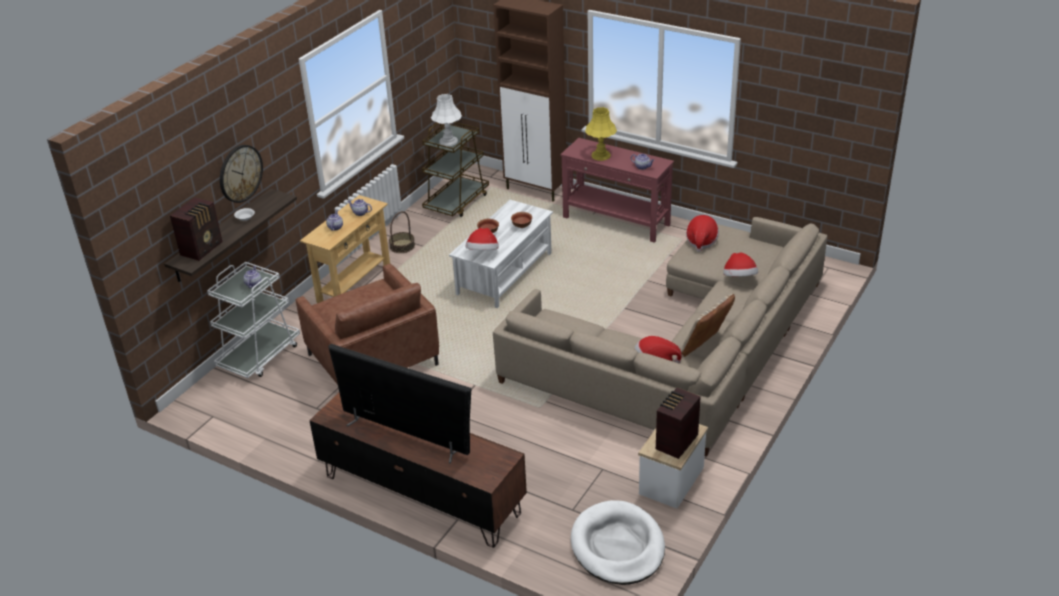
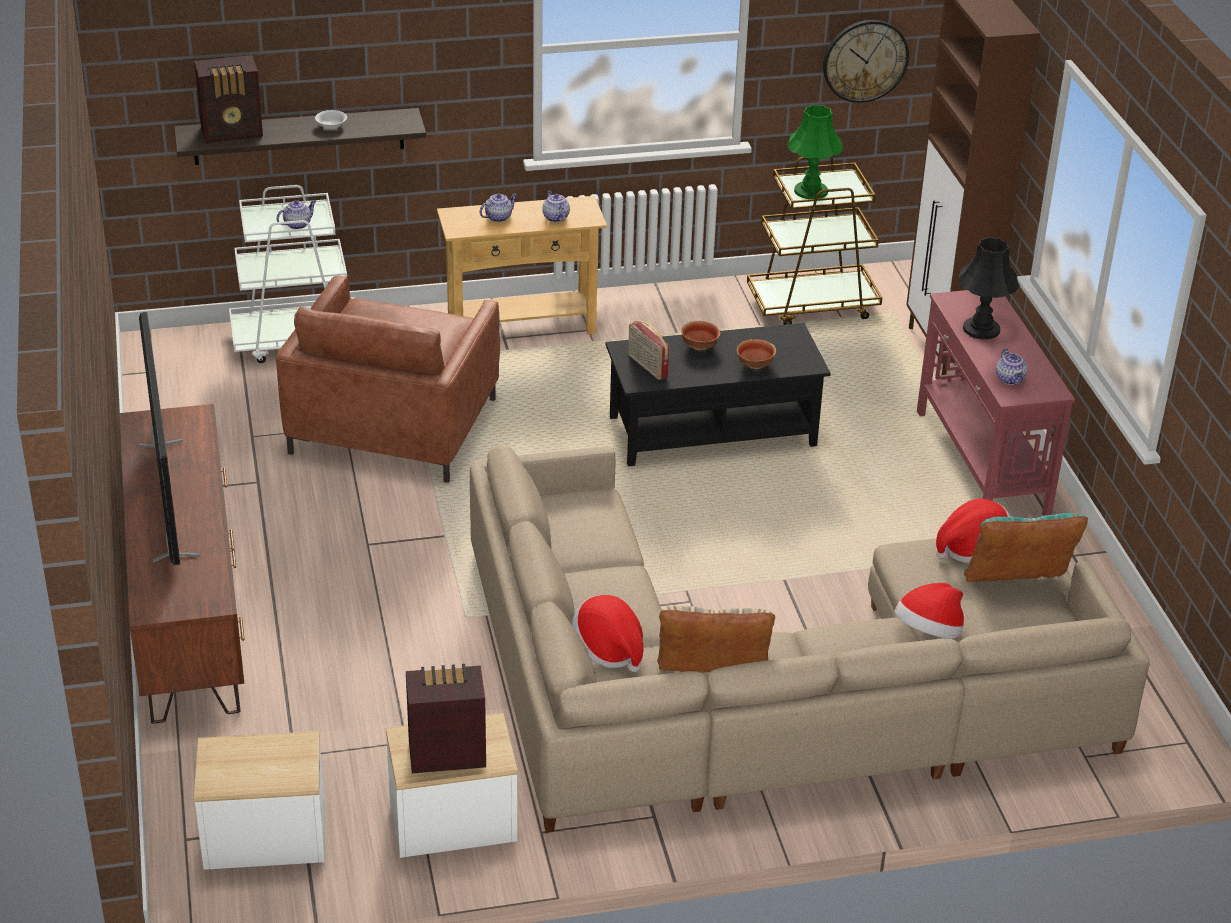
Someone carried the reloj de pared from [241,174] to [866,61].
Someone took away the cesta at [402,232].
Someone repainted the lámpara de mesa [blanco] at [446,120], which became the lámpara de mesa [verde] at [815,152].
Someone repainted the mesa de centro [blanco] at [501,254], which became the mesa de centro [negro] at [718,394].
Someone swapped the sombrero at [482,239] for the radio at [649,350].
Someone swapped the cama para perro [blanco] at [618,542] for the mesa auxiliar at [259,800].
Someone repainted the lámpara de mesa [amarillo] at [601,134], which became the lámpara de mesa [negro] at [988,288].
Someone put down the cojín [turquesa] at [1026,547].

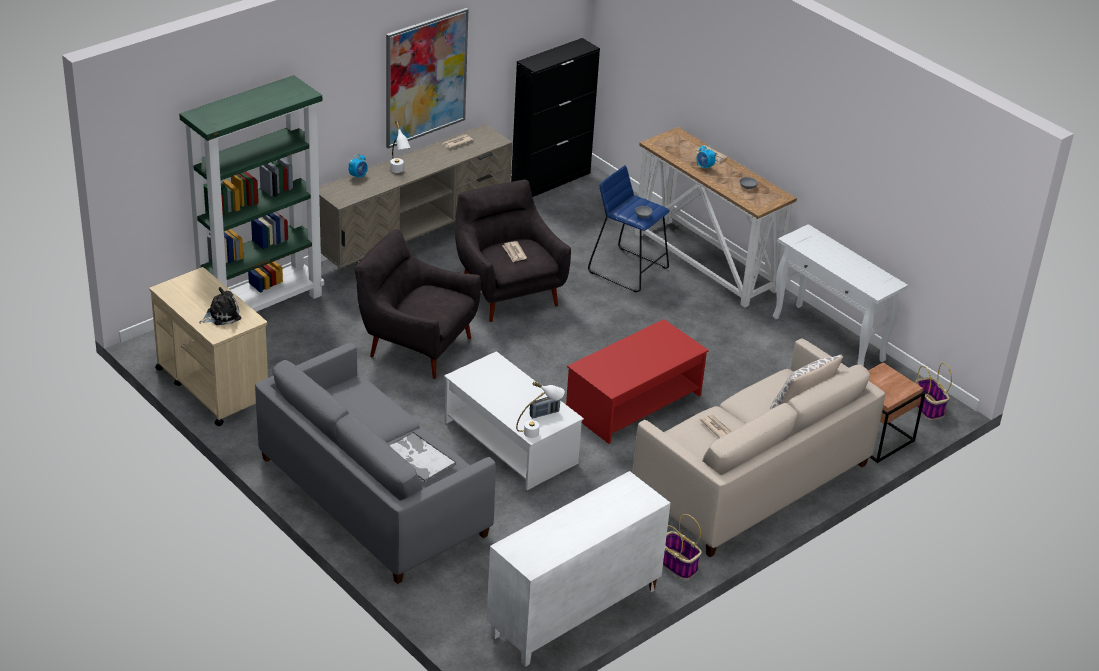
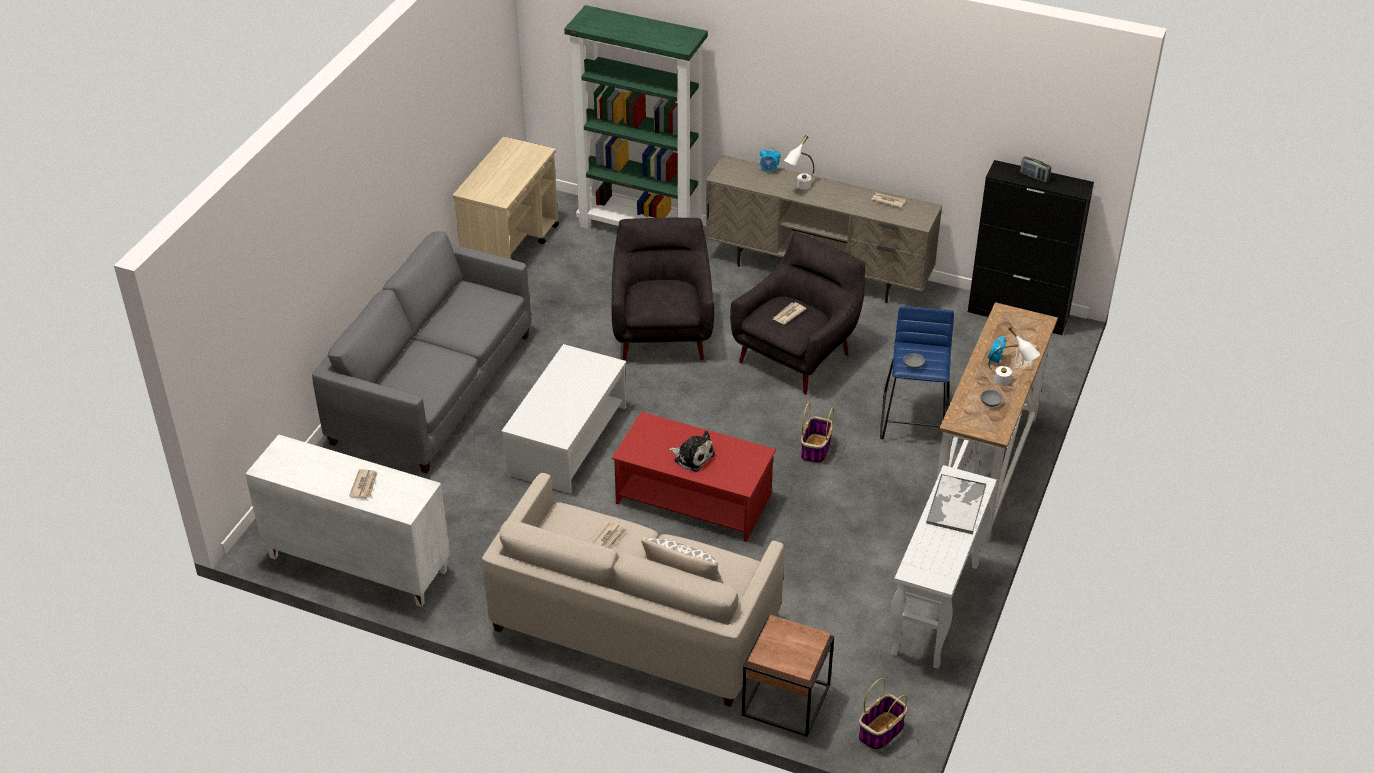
Someone carried the peluche from [220,306] to [691,451].
Someone took away the cuadro at [427,78].
Someone carried the bandeja from [422,457] to [956,504].
Someone carried the lámpara de mesa [blanco] from [540,409] to [1014,355].
Someone carried the radio from [545,408] to [1035,169].
Someone carried the cesta from [682,547] to [817,433].
Someone put down the periódico at [363,484].

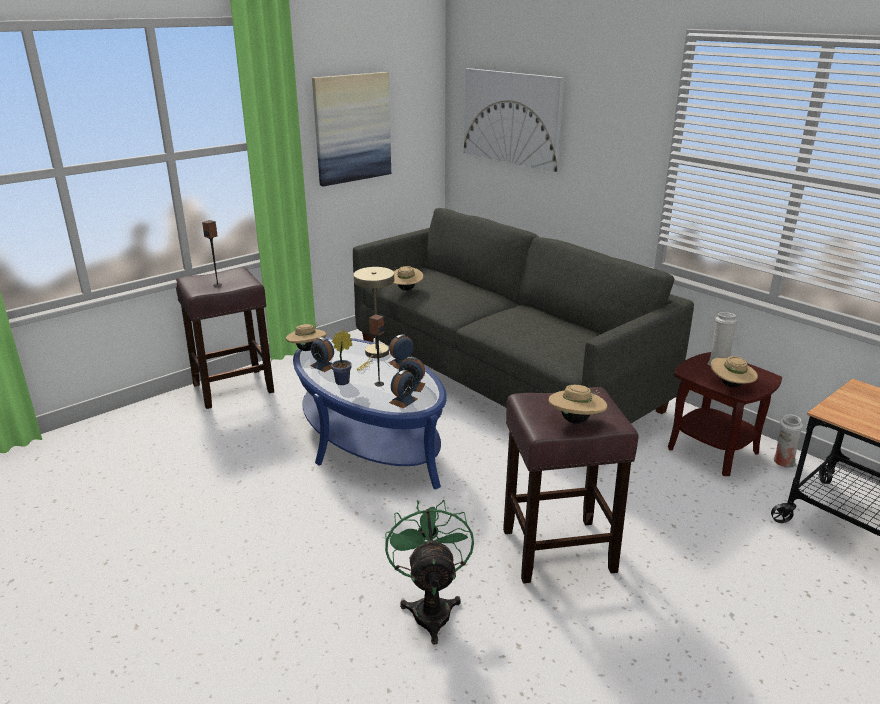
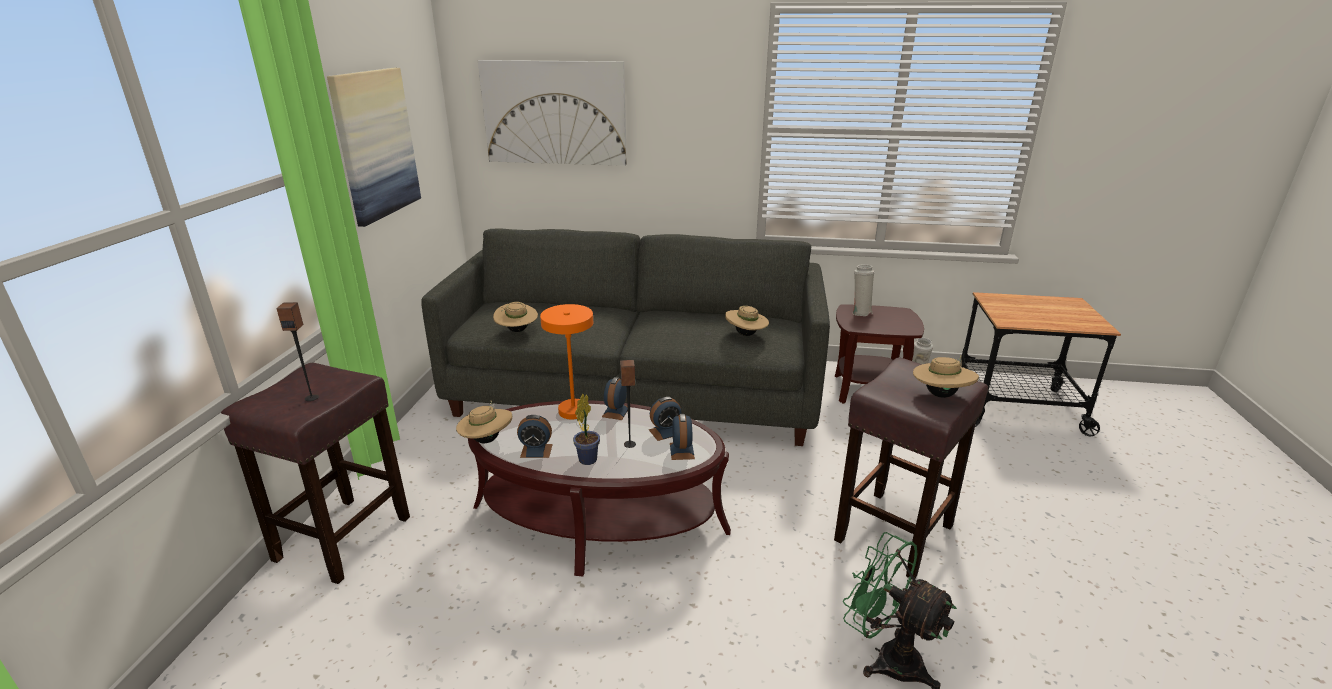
Someone repainted the mesa de centro [azul] at [370,413], which became the mesa de centro [marrón] at [599,488].
Someone repainted the lámpara de mesa [beis] at [374,319], which became the lámpara de mesa [naranja] at [566,367].
Someone carried the sombrero [beis] from [734,372] to [747,321].

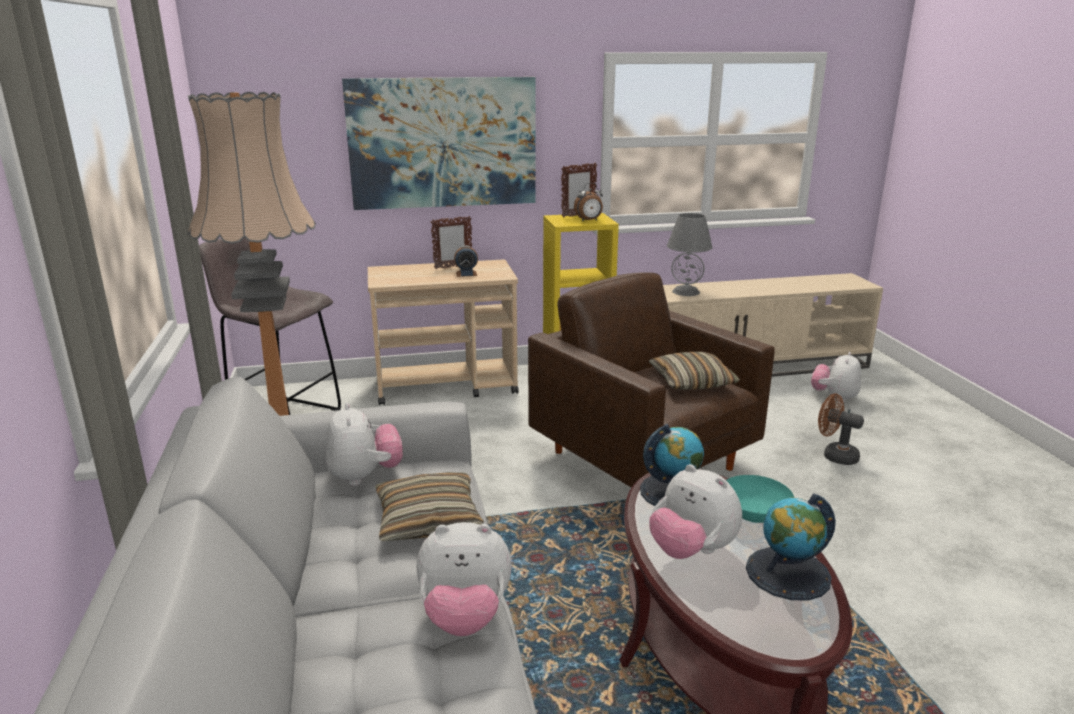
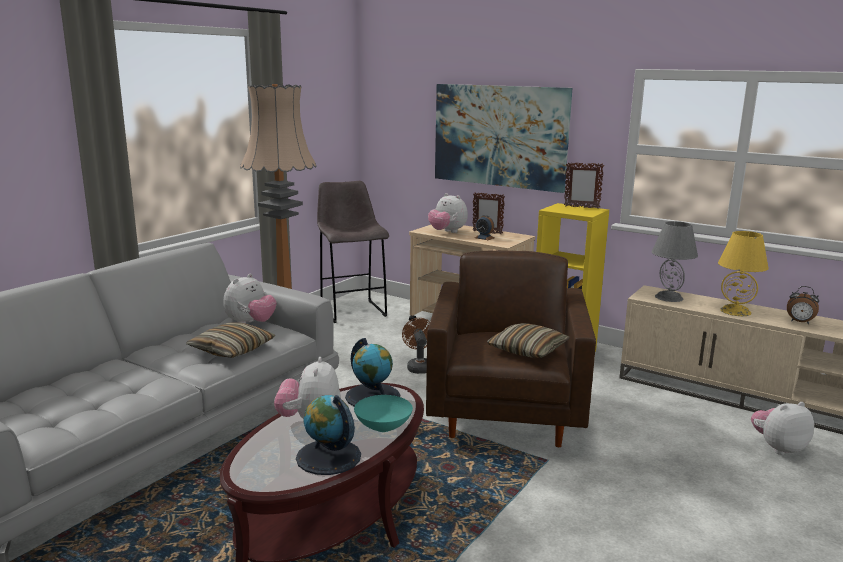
Someone carried the peluche from [464,579] to [448,213].
Someone carried the despertador from [588,202] to [803,305].
Someone carried the ventilador [marrón] from [841,429] to [416,346].
Someone put down the lámpara de mesa [amarillo] at [743,273].

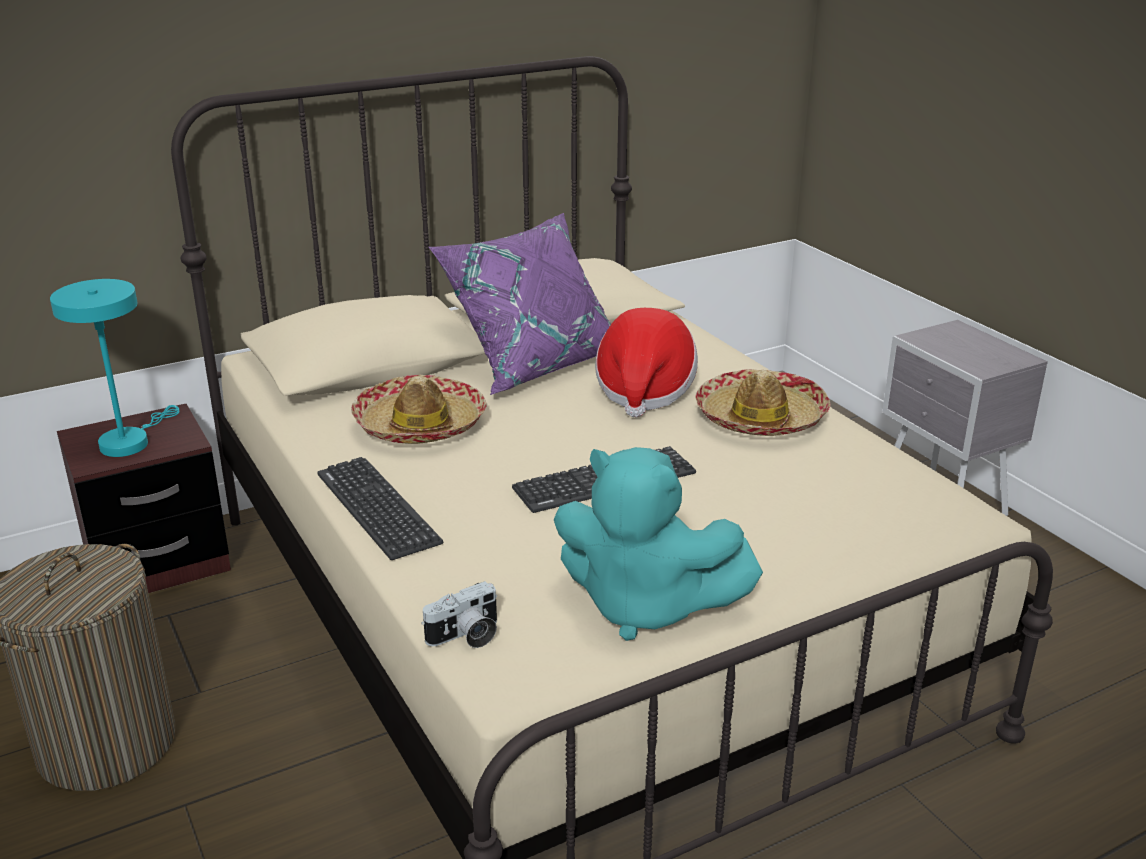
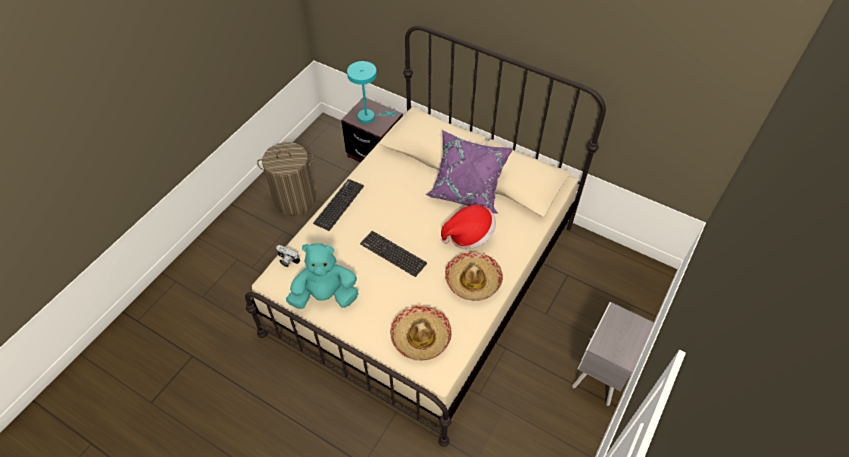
Someone carried the sombrero from [418,409] to [421,333].
Someone rotated the peluche [turquesa] at [658,544] by 90 degrees clockwise.

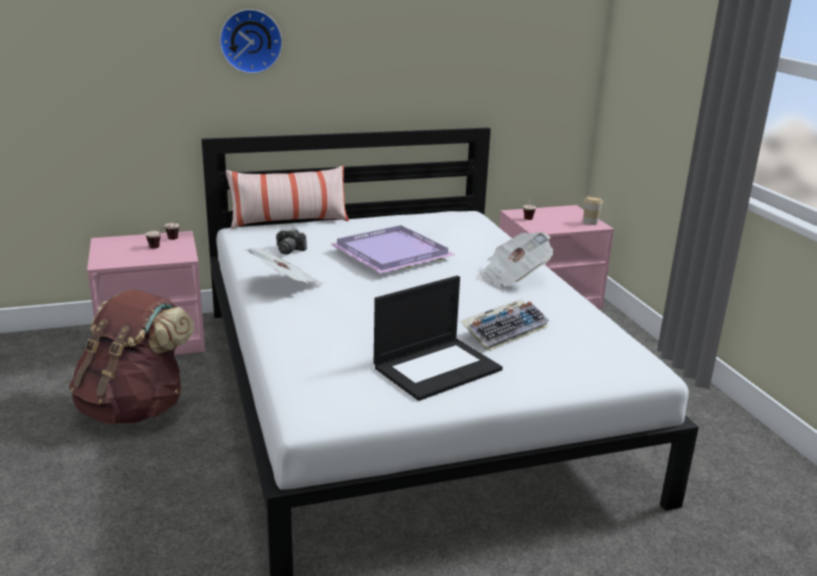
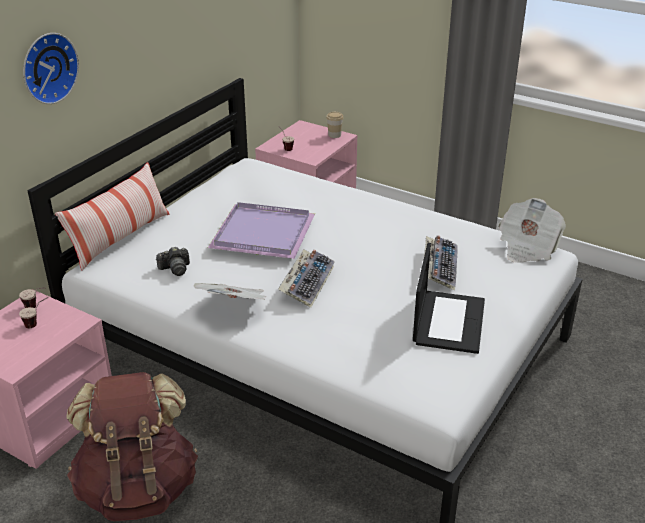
Someone carried the periódico from [515,259] to [532,230].
Someone put down the teclado at [306,278].

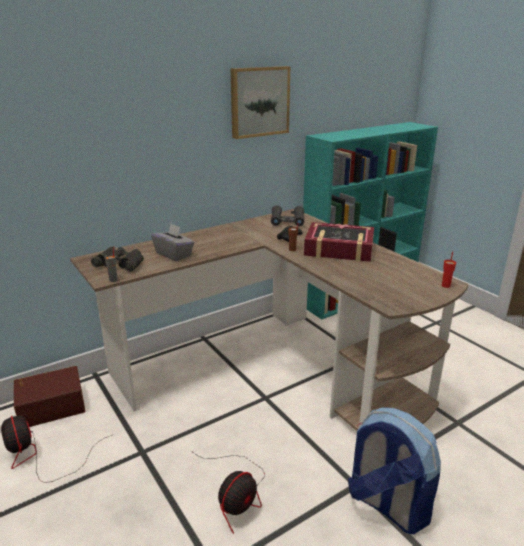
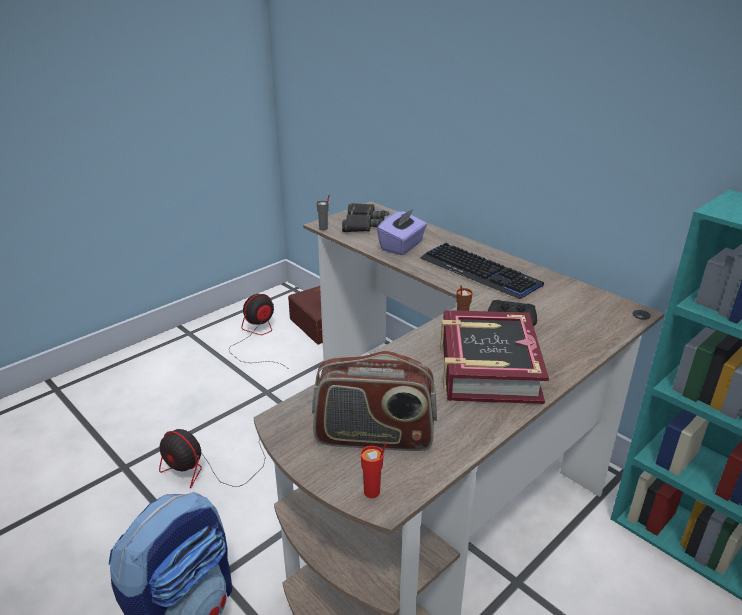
Someone repainted the caja de pañuelos [gris] at [172,242], which became the caja de pañuelos [morado] at [402,231].
Someone took away the cuadro at [260,102].
Someone took away the prismáticos [negro] at [287,215].
Someone put down the radio at [374,401].
Someone put down the teclado at [482,271].

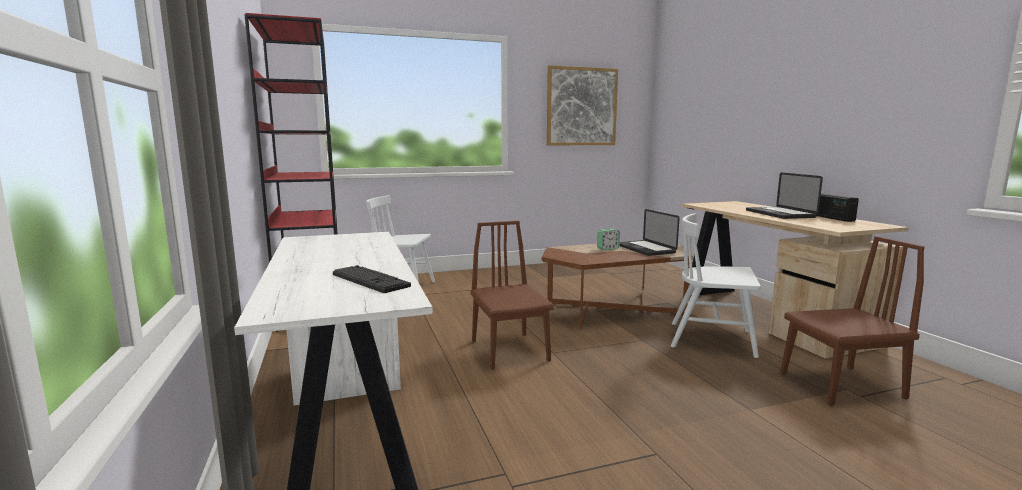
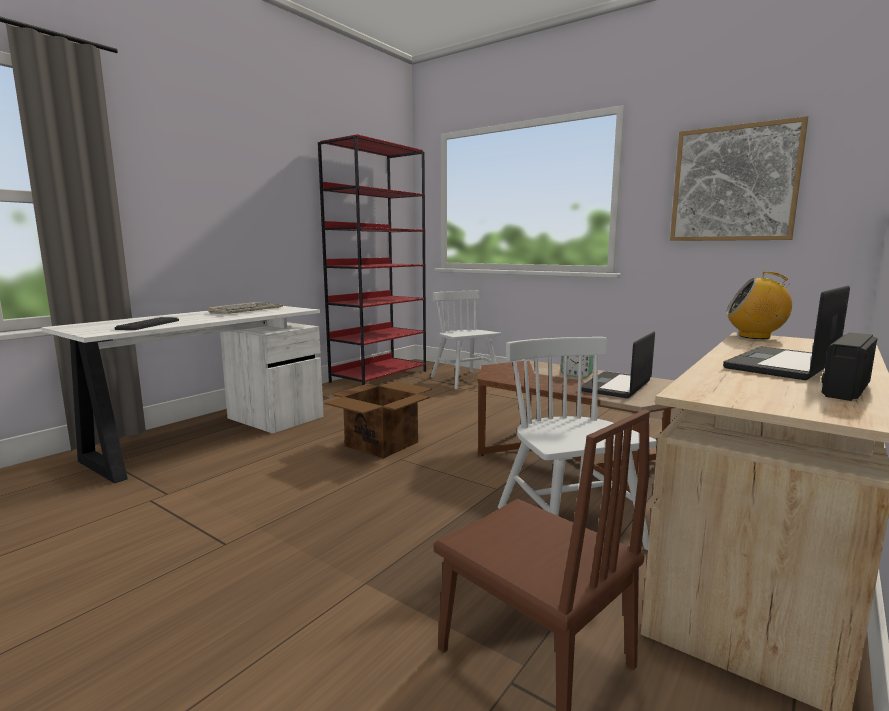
Someone swapped the silla [marrón] at [512,295] for the caja de cartón at [378,419].
Someone put down the teclado at [245,308].
Someone put down the radio at [759,305].

